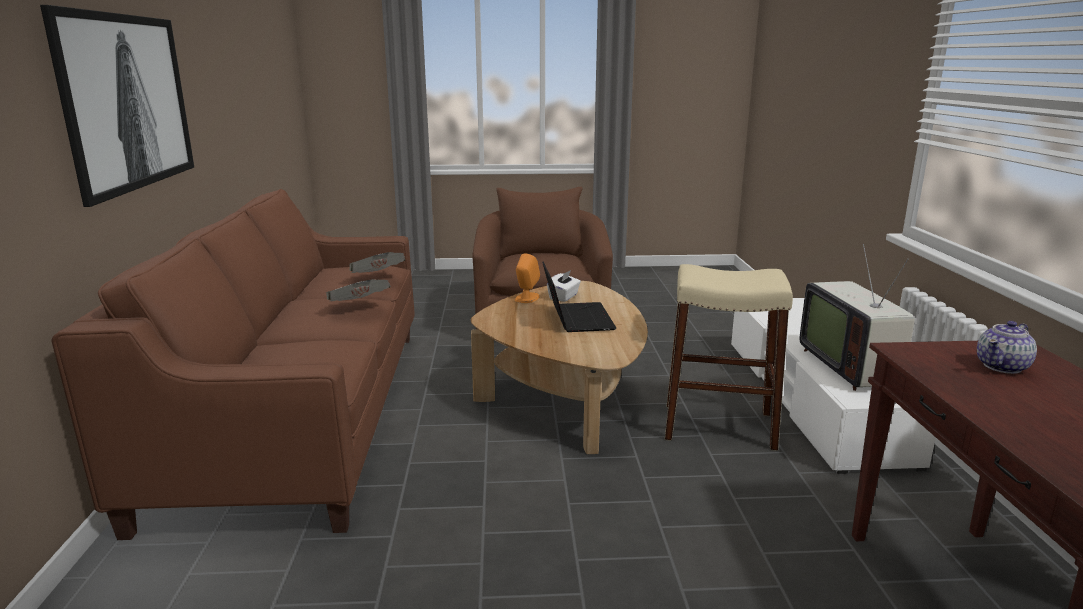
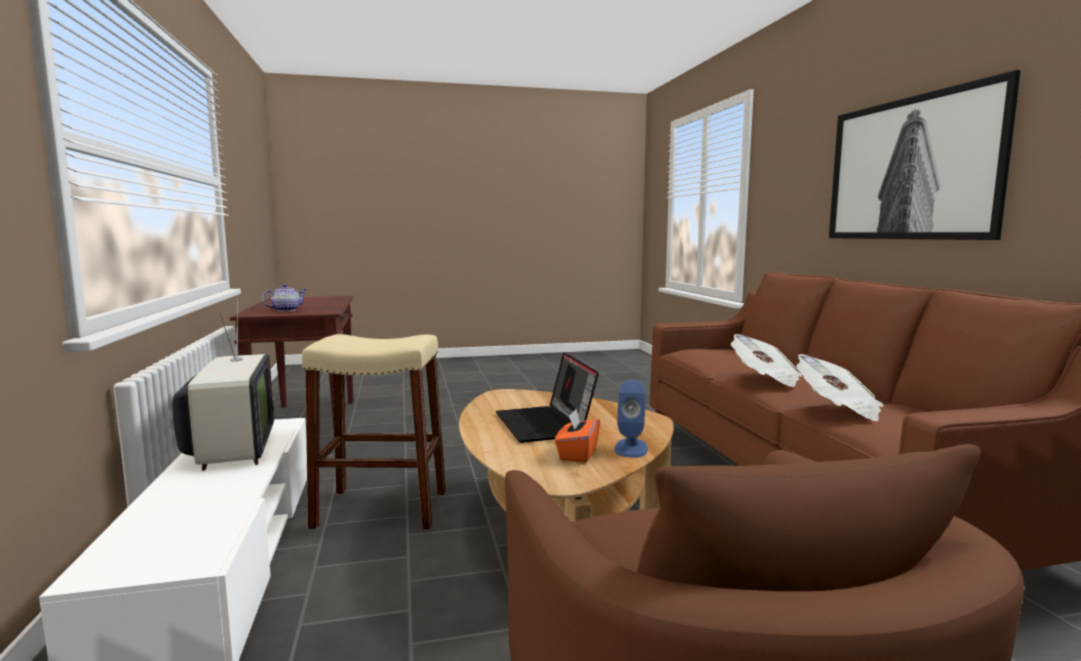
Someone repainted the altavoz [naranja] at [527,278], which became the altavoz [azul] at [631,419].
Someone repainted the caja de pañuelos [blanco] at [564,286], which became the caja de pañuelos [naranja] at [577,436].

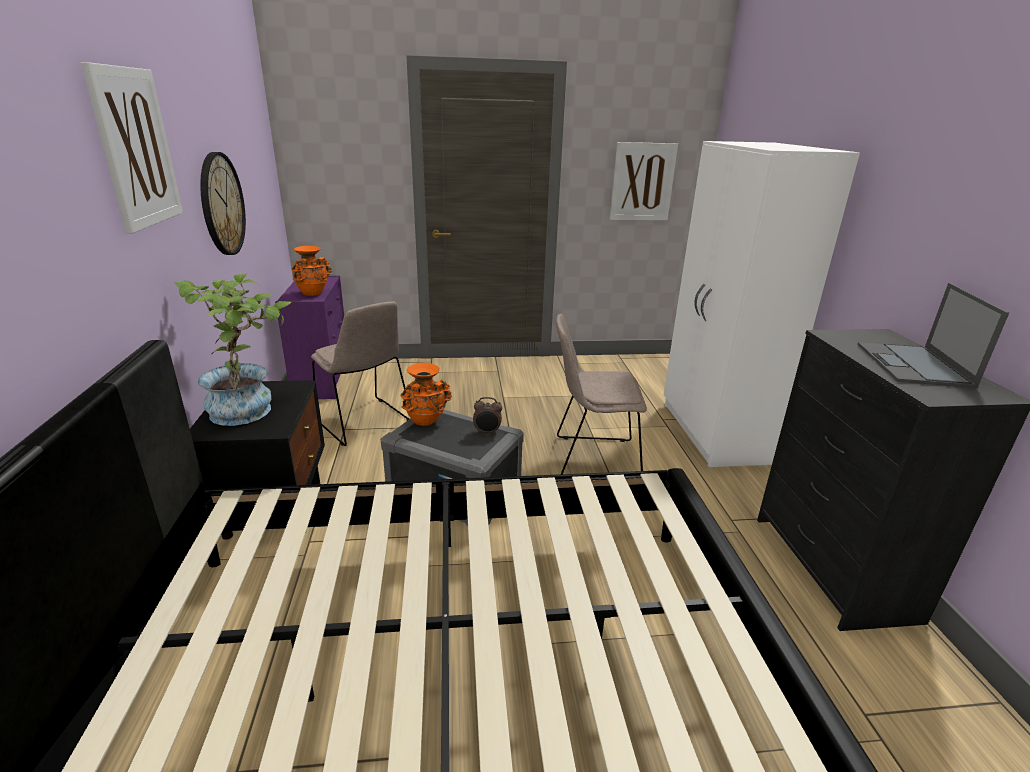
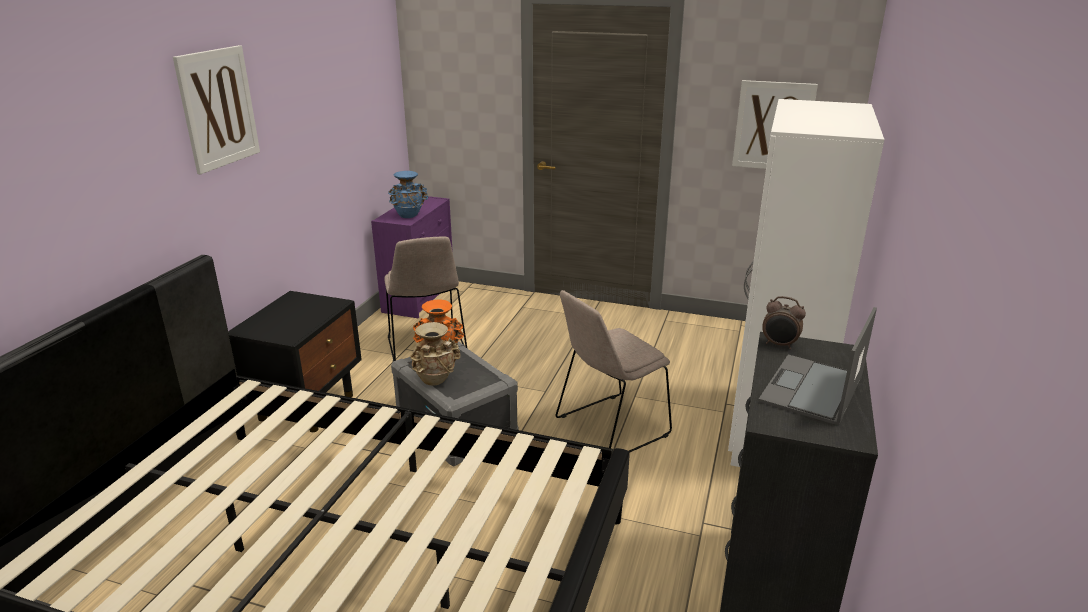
Someone took away the planta en maceta at [232,349].
Someone took away the reloj de pared at [223,203].
Someone repainted the florero [naranja] at [312,271], which became the florero [azul] at [408,194].
Someone carried the despertador from [487,416] to [784,322].
Someone rotated the silla [beis] at [601,394] by 60 degrees counterclockwise.
Someone put down the florero [beis] at [435,353].

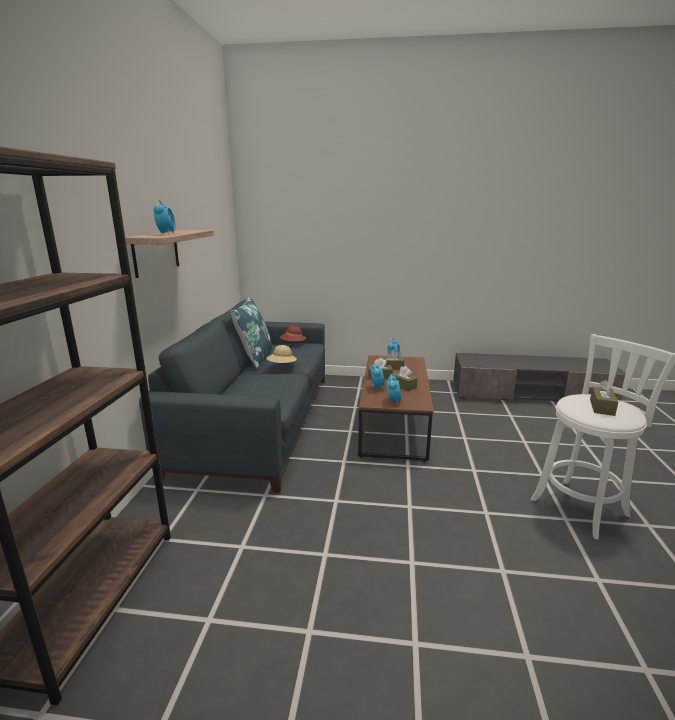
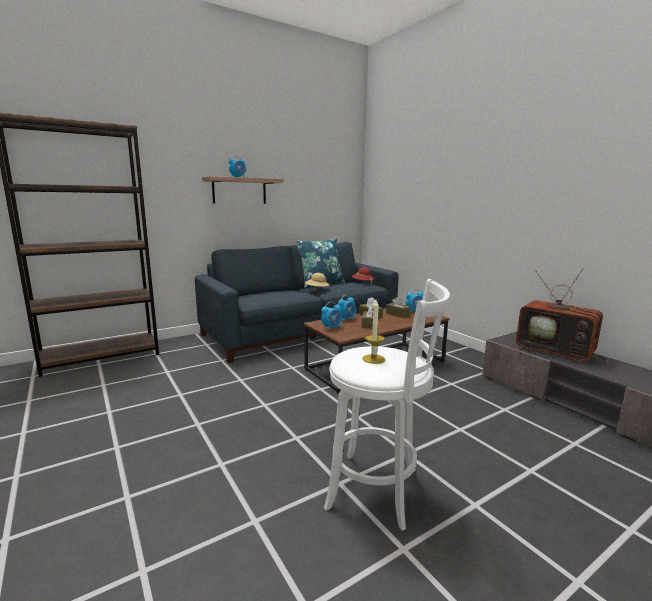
Someone swapped the caja de pañuelos [marrón] at [604,398] for the vela at [373,331].
Someone put down the televisor at [563,315].

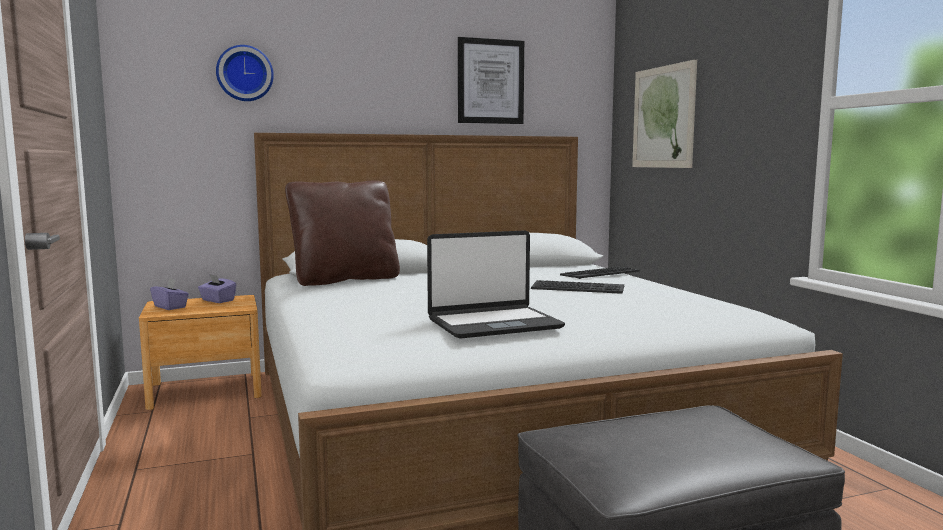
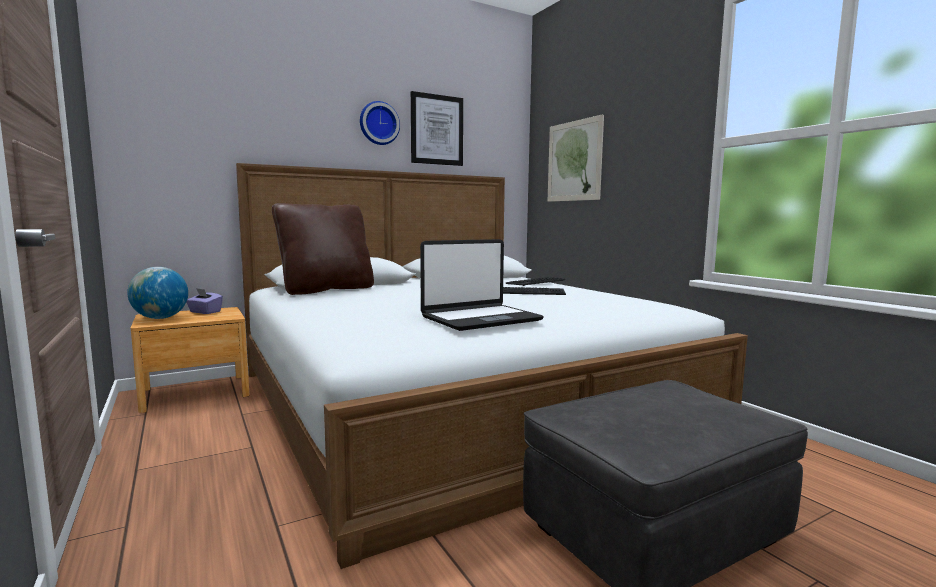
Someone swapped the caja de pañuelos [morado] at [169,294] for the globo terráqueo at [157,293].
Someone carried the reloj de pared from [245,73] to [380,123].

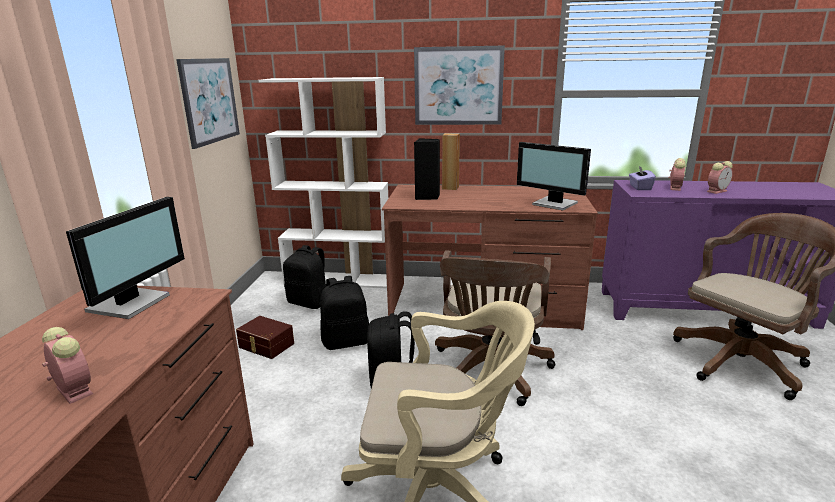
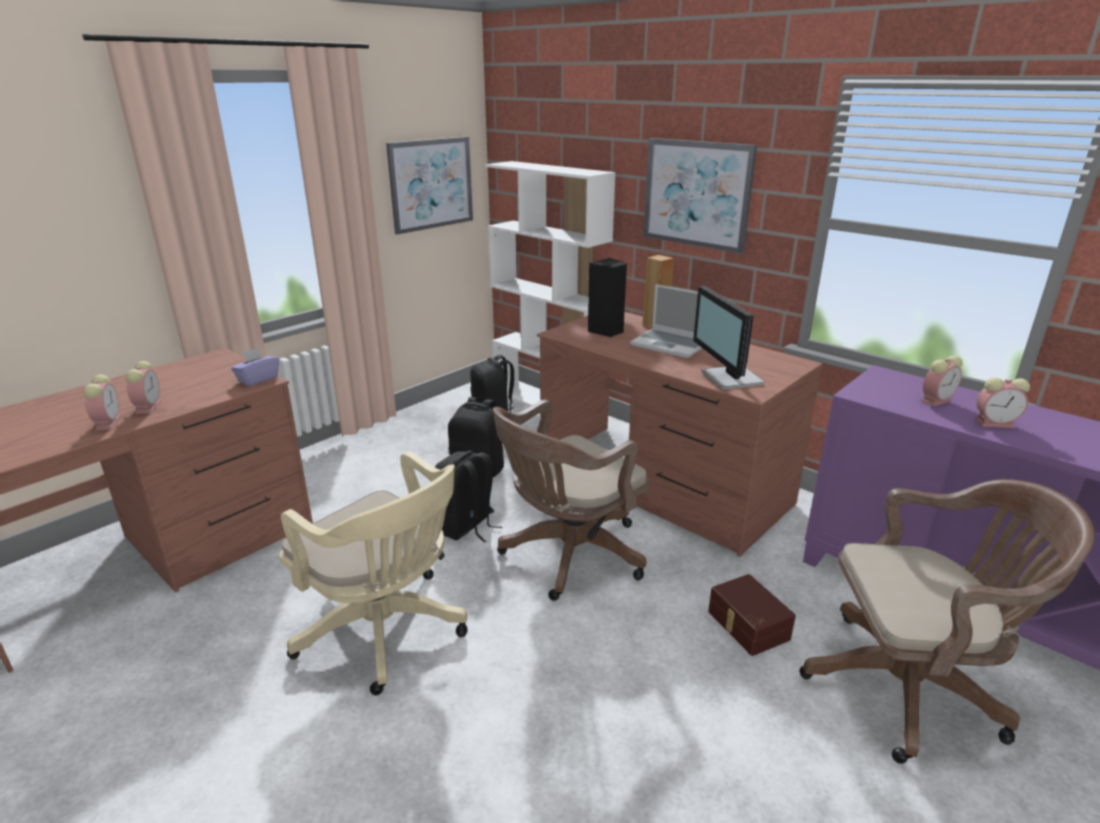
Someone took away the monitor at [125,258].
Someone carried the caja de almacenaje [marrón] from [265,337] to [752,615].
Someone carried the caja de pañuelos [morado] from [642,178] to [255,366].
Someone put down the despertador at [143,387].
Someone put down the portátil at [666,321].

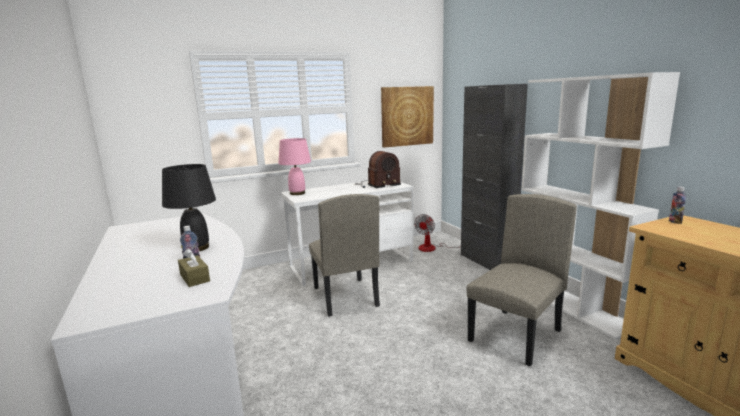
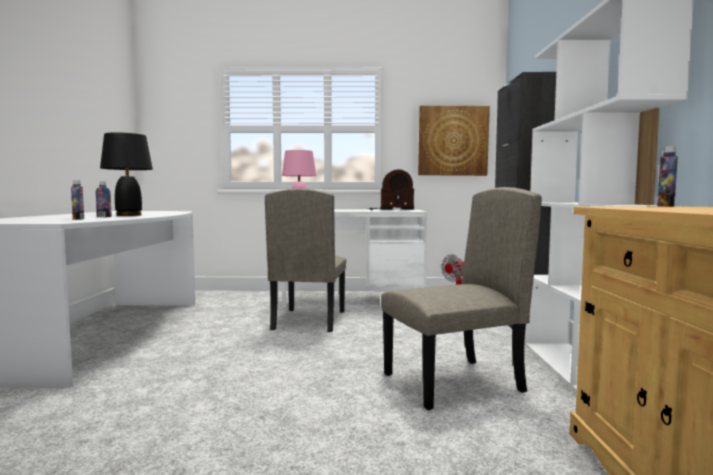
Someone swapped the caja de pañuelos [marrón] at [194,267] for the botella at [77,200].

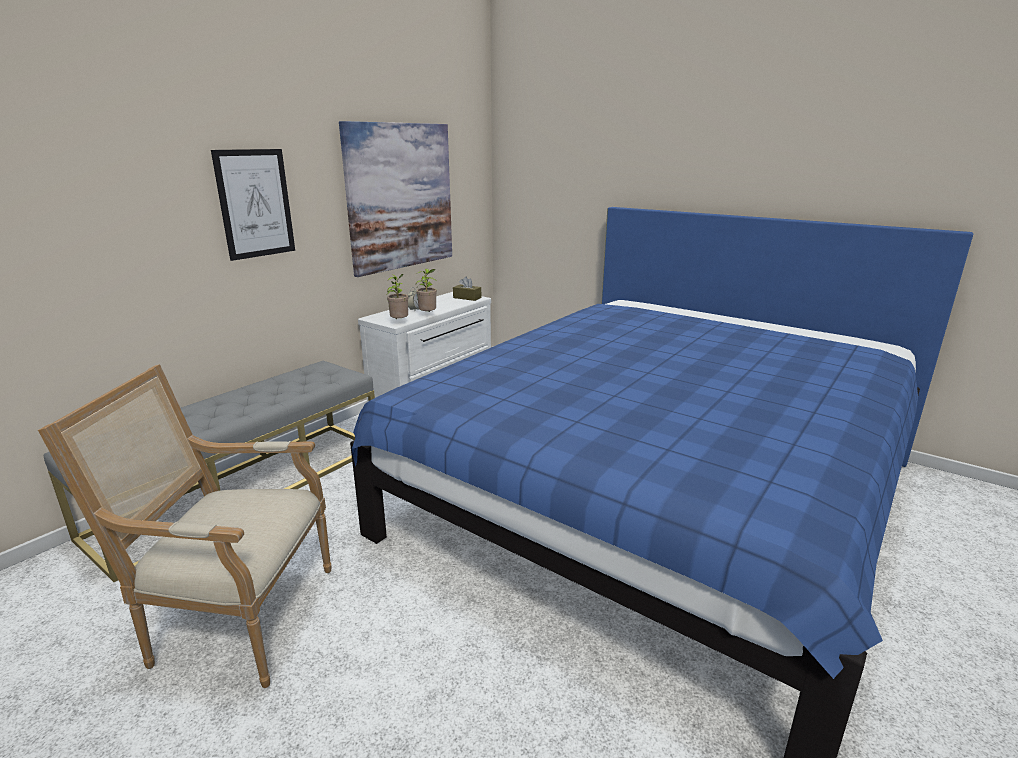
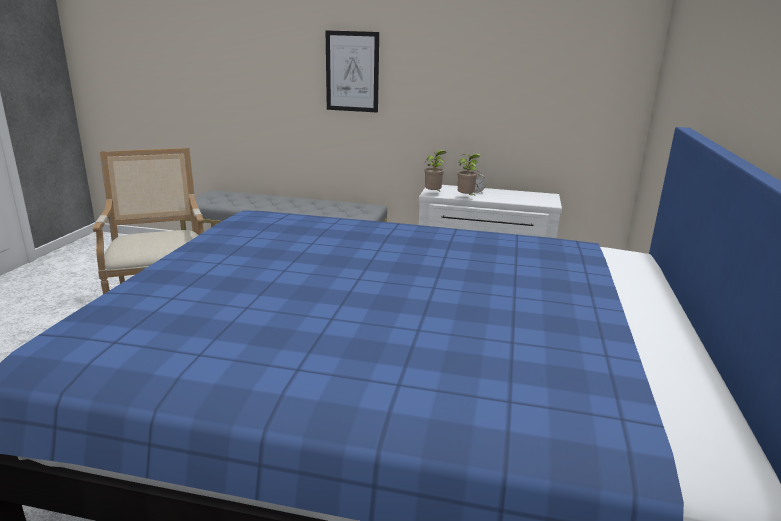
Someone took away the cuadro at [395,199].
Someone took away the caja de pañuelos [marrón] at [467,289].

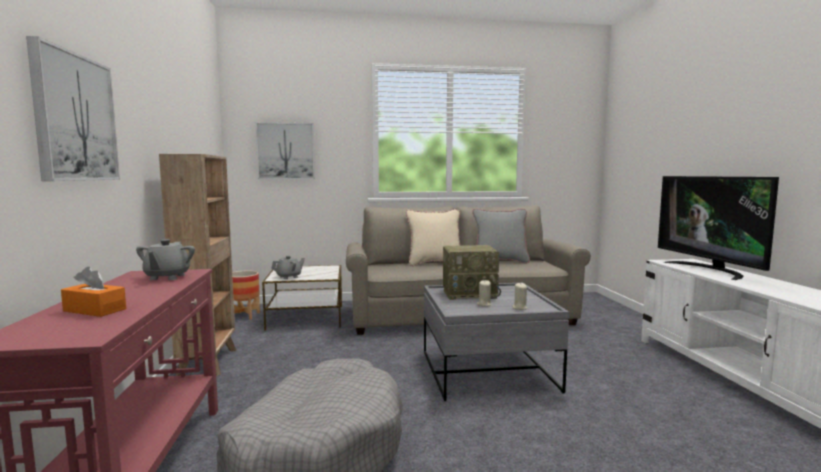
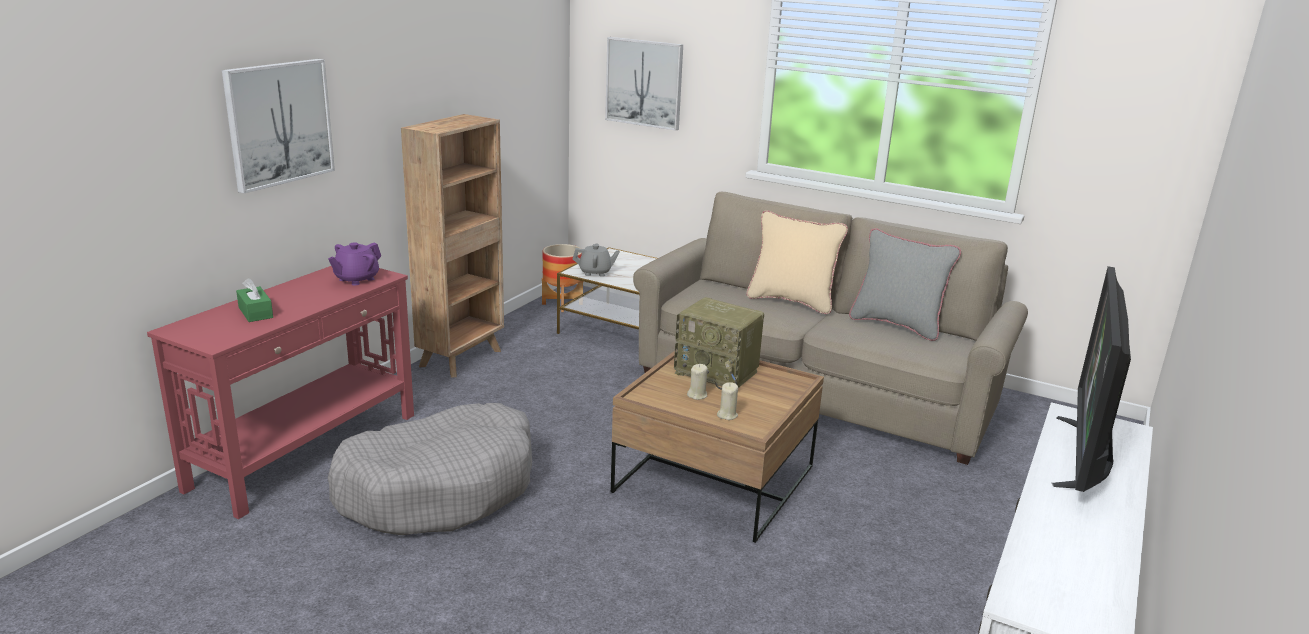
Someone repainted the caja de pañuelos [naranja] at [93,292], which became the caja de pañuelos [verde] at [254,300].
Someone repainted the tetera [gris] at [165,259], which became the tetera [morado] at [354,264].
Someone repainted the mesa de centro [gris] at [496,342], which became the mesa de centro [marrón] at [717,446].

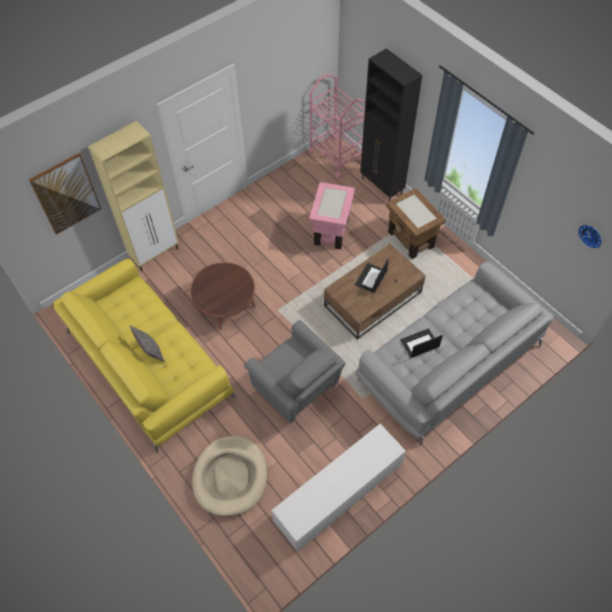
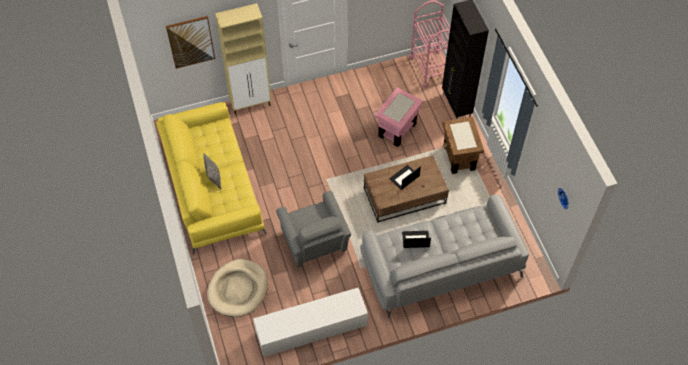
Someone took away the mesa de centro [marrón] at [222,296].

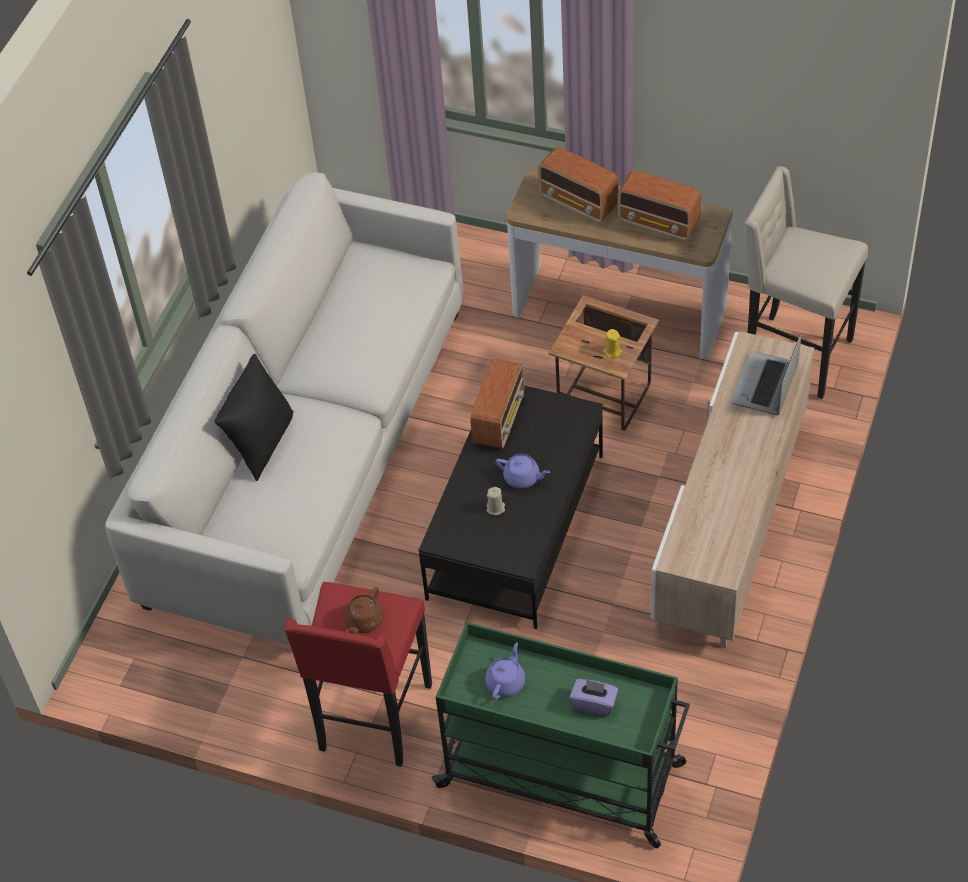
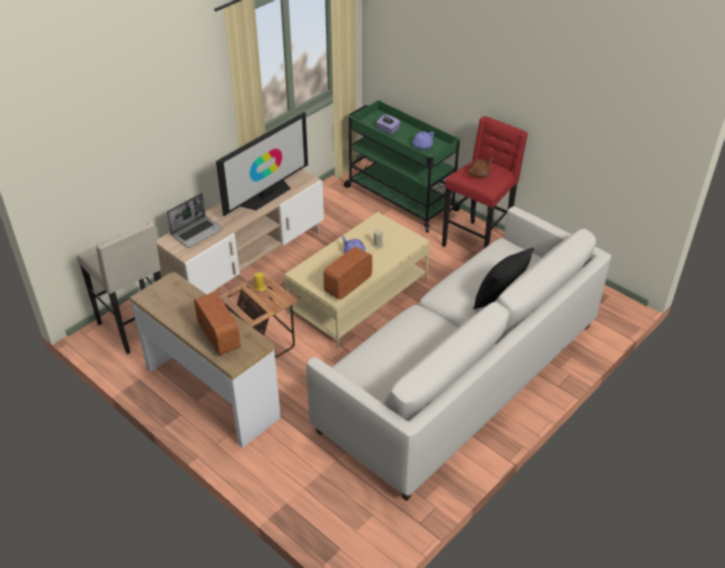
Someone repainted the mesa de centro [negro] at [511,507], which became the mesa de centro [beis] at [357,280].
Someone took away the radio at [659,205].
Someone put down the televisor at [262,163].

